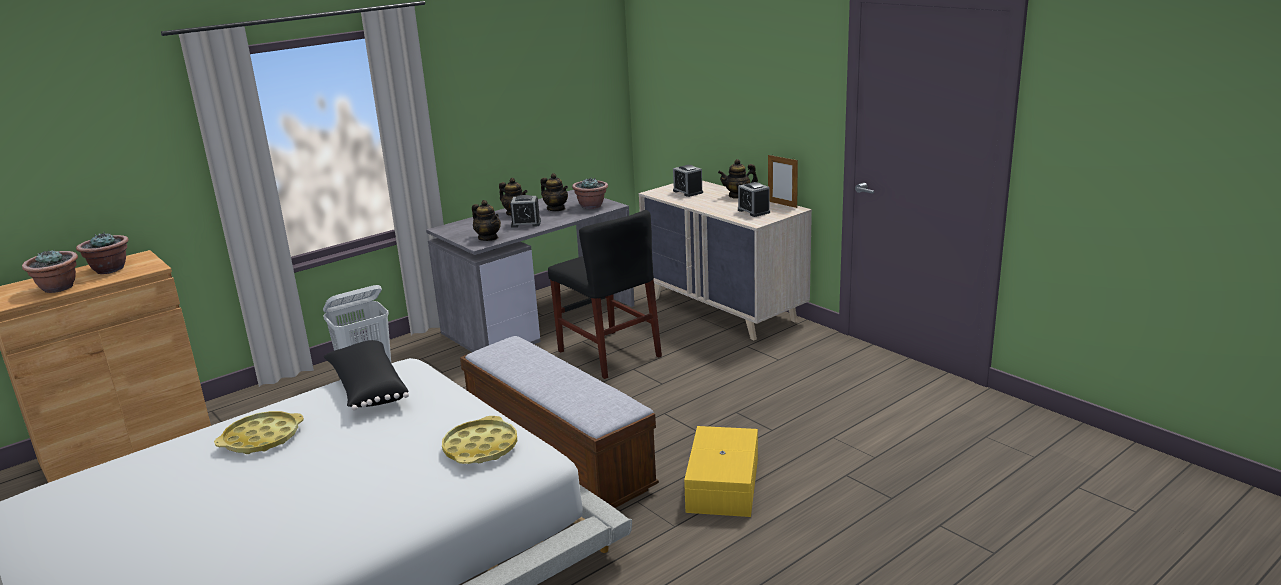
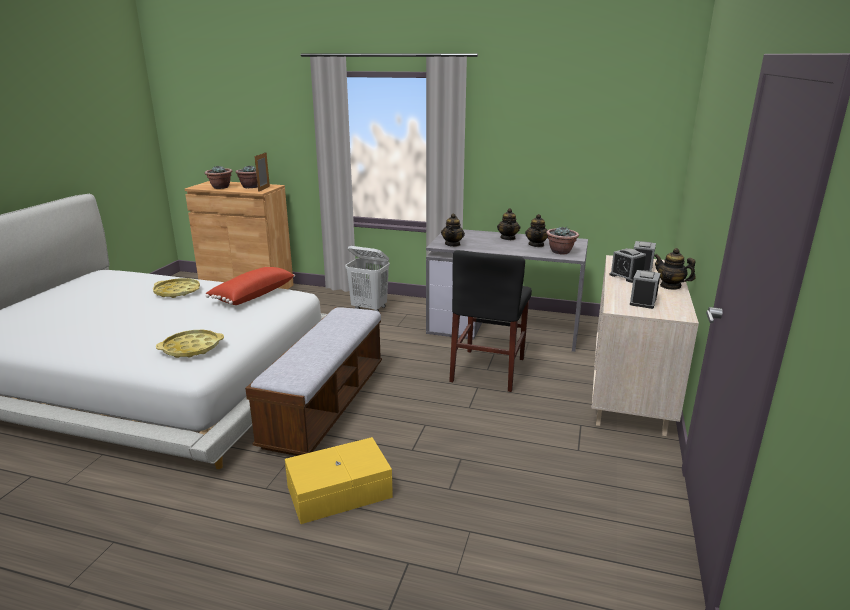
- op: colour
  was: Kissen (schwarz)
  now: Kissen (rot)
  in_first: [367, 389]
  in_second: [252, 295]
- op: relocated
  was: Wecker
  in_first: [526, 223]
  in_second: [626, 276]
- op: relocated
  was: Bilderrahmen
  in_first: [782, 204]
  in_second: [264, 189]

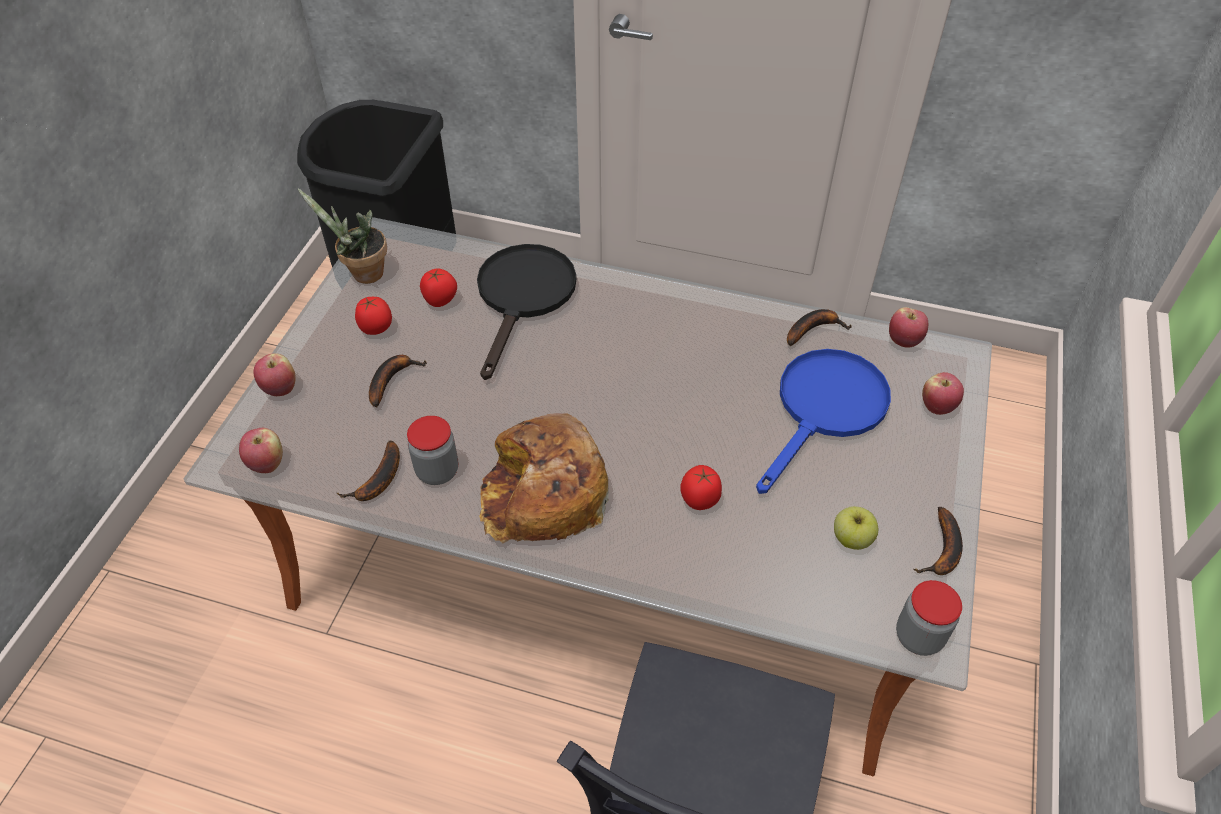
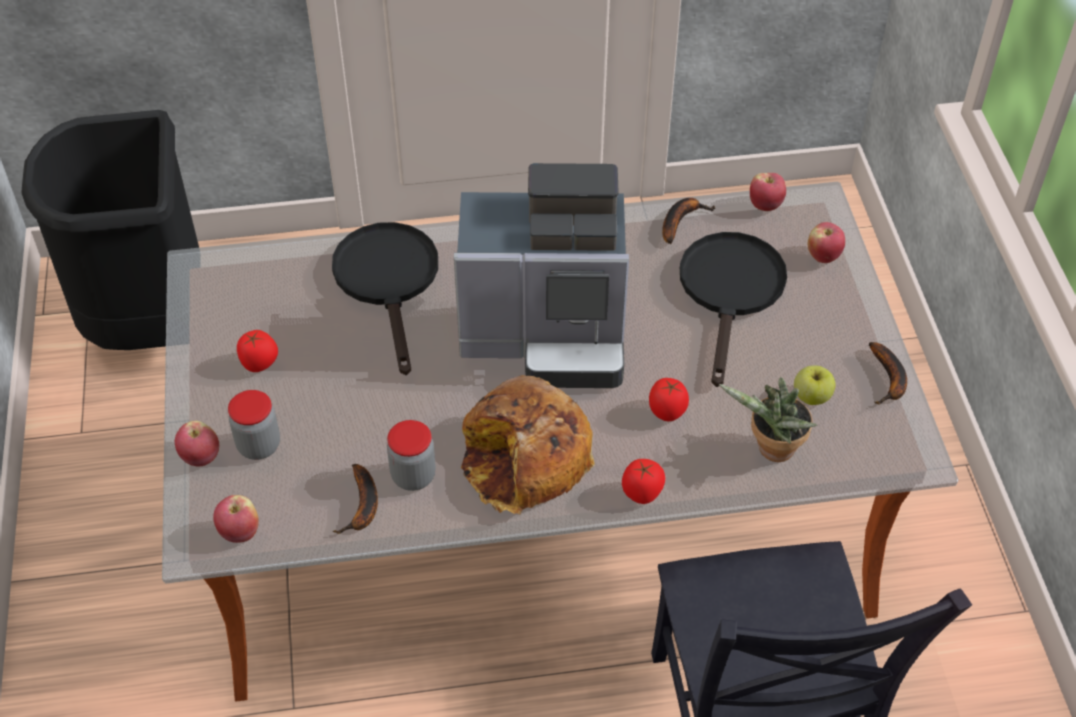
- op: relocated
  was: Topfpflanze
  in_first: [363, 274]
  in_second: [771, 450]
- op: missing
  was: Banane
  in_first: [391, 379]
- op: relocated
  was: Tomate
  in_first: [440, 300]
  in_second: [642, 493]
- op: colour
  was: Pfanne (blau)
  now: Pfanne (schwarz)
  in_first: [825, 410]
  in_second: [731, 292]
- op: relocated
  was: Vorratsglas
  in_first: [919, 636]
  in_second: [259, 445]
- op: appeared
  now: Kaffeemaschine
  in_second: [549, 336]

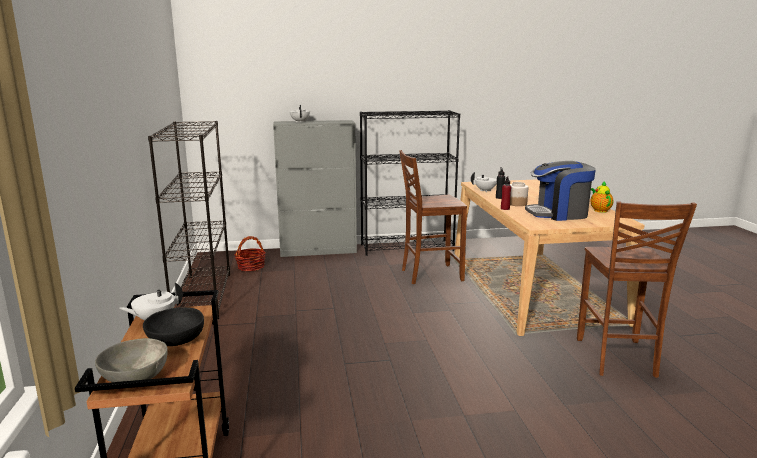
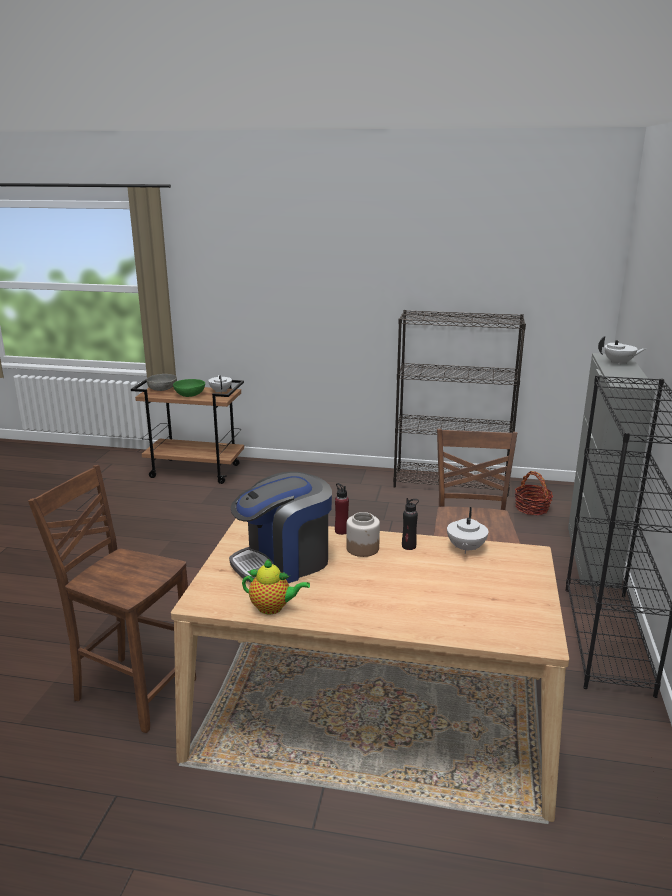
- op: colour
  was: Schüssel (schwarz)
  now: Schüssel (grün)
  in_first: [175, 340]
  in_second: [189, 394]
- op: spun
  was: Kaffeemaschine
  in_first: [558, 214]
  in_second: [283, 562]
  clockwise: -135

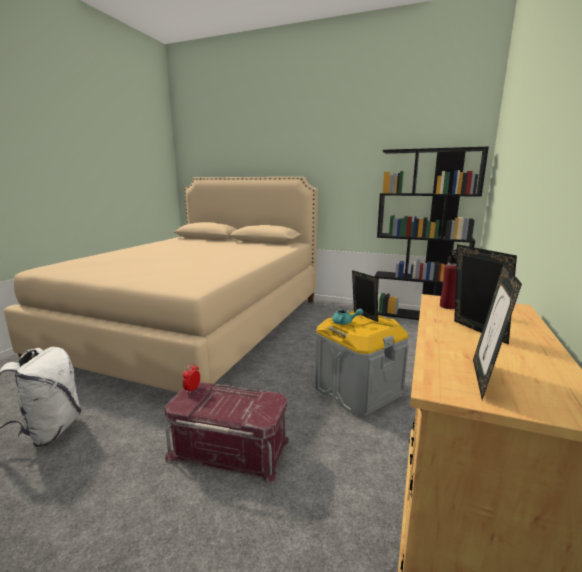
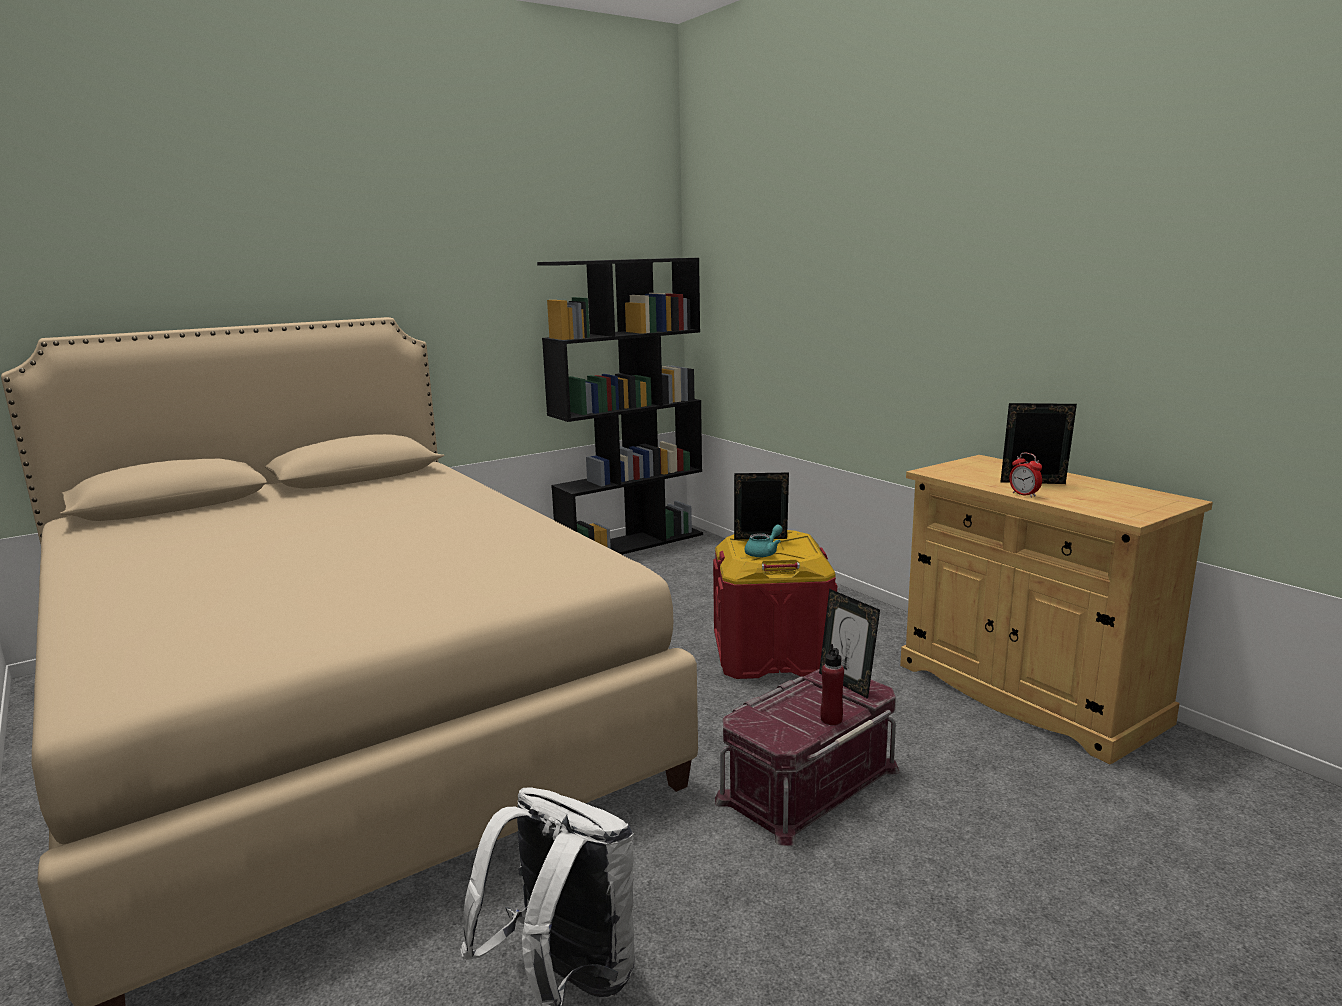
- op: relocated
  was: Wecker
  in_first: [192, 389]
  in_second: [1024, 494]
- op: colour
  was: Aufbewahrungsbox (grau)
  now: Aufbewahrungsbox (rot)
  in_first: [357, 390]
  in_second: [771, 654]
- op: relocated
  was: Flasche (rot)
  in_first: [447, 306]
  in_second: [831, 719]
- op: relocated
  was: Bilderrahmen
  in_first: [484, 379]
  in_second: [846, 684]

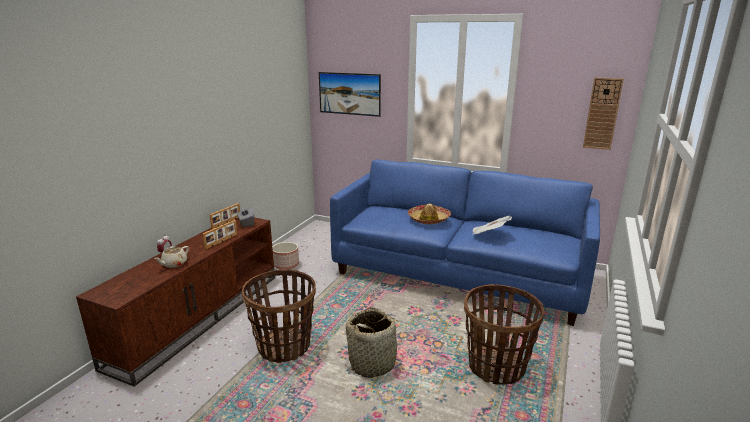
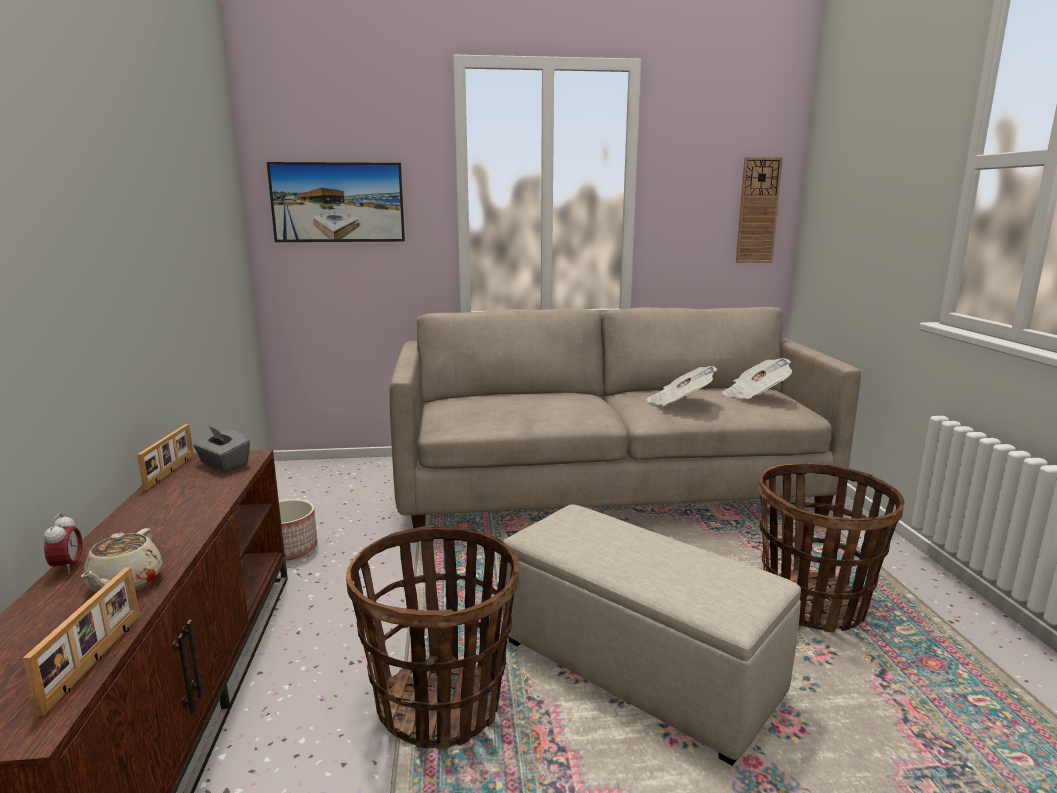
- op: relocated
  was: Bilderrahmen
  in_first: [222, 241]
  in_second: [96, 660]
- op: colour
  was: Sofa (blau)
  now: Sofa (beige)
  in_first: [458, 275]
  in_second: [608, 491]
- op: exchanged
  was: Korb
  now: Polsterhocker (beige)
  in_first: [373, 363]
  in_second: [638, 670]
- op: missing
  was: Hut
  in_first: [428, 219]
- op: appeared
  now: Zeitung
  in_second: [755, 395]

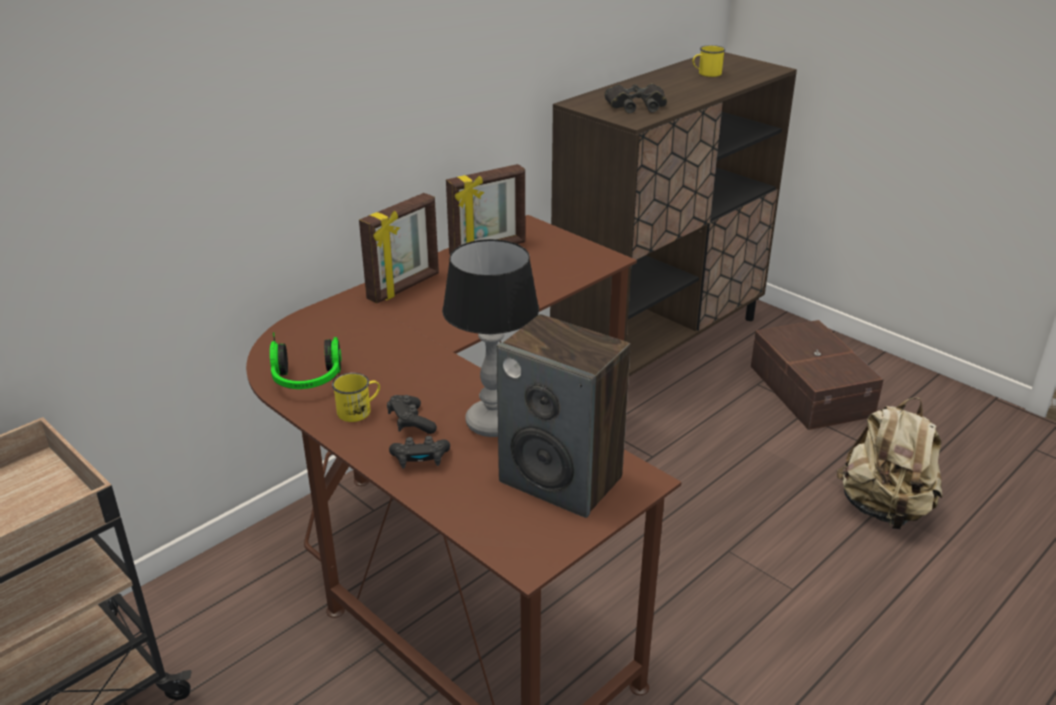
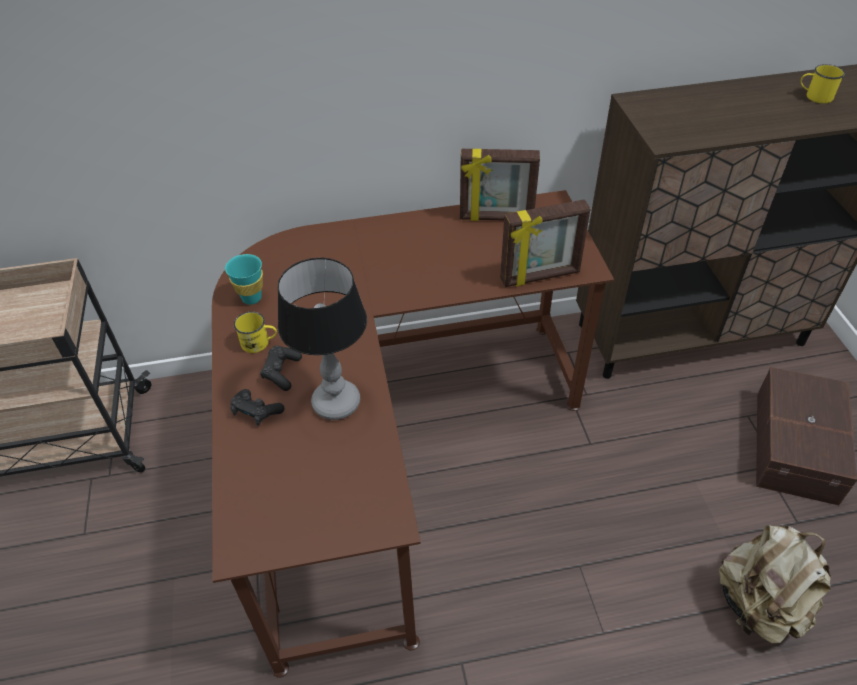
- op: exchanged
  was: Kopfhörer
  now: Tasse (türkis)
  in_first: [307, 381]
  in_second: [251, 298]
- op: relocated
  was: Bilderrahmen
  in_first: [404, 287]
  in_second: [540, 277]
- op: missing
  was: Lautsprecher
  in_first: [562, 480]
- op: missing
  was: Fernglas (schwarz)
  in_first: [636, 106]

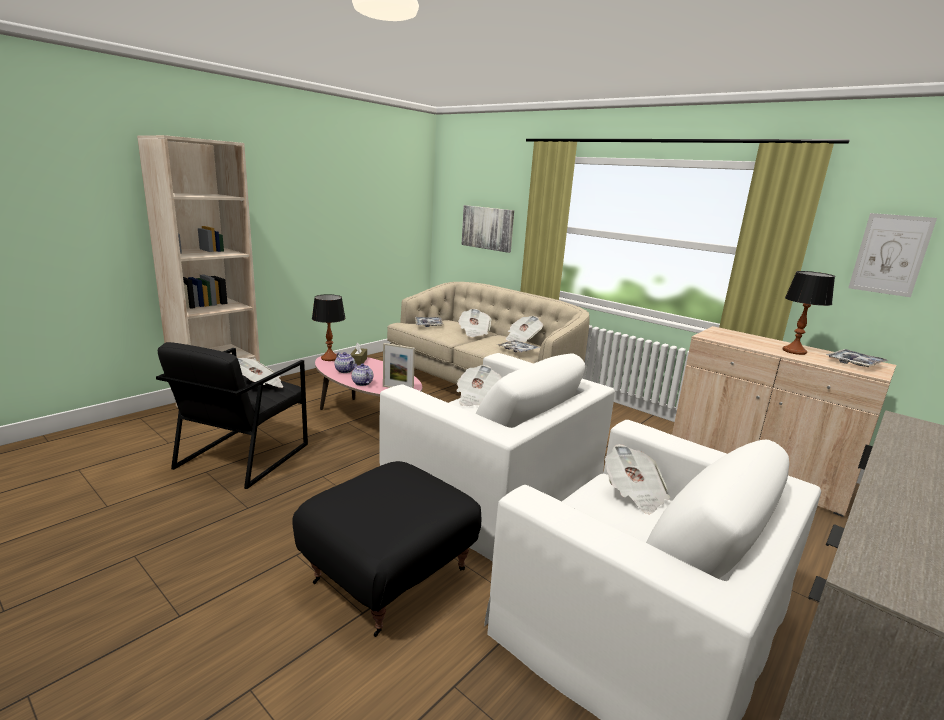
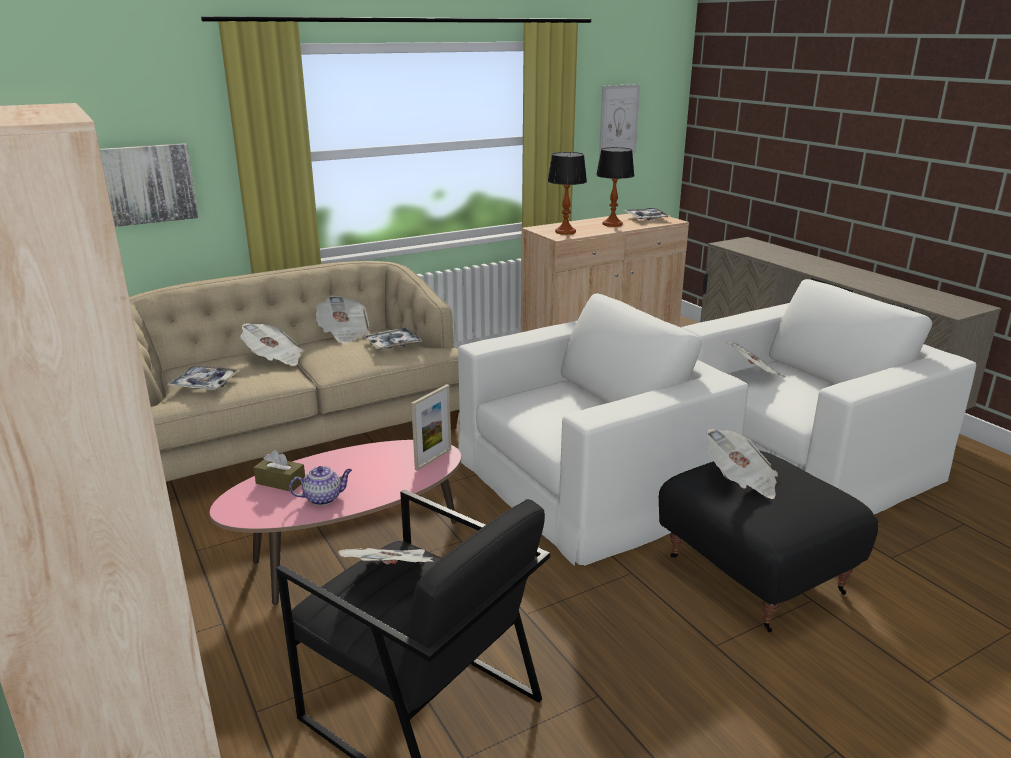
- op: relocated
  was: Tischlampe
  in_first: [330, 358]
  in_second: [565, 232]
- op: missing
  was: Teekanne
  in_first: [362, 383]
- op: relocated
  was: Zeitung
  in_first: [476, 398]
  in_second: [741, 481]

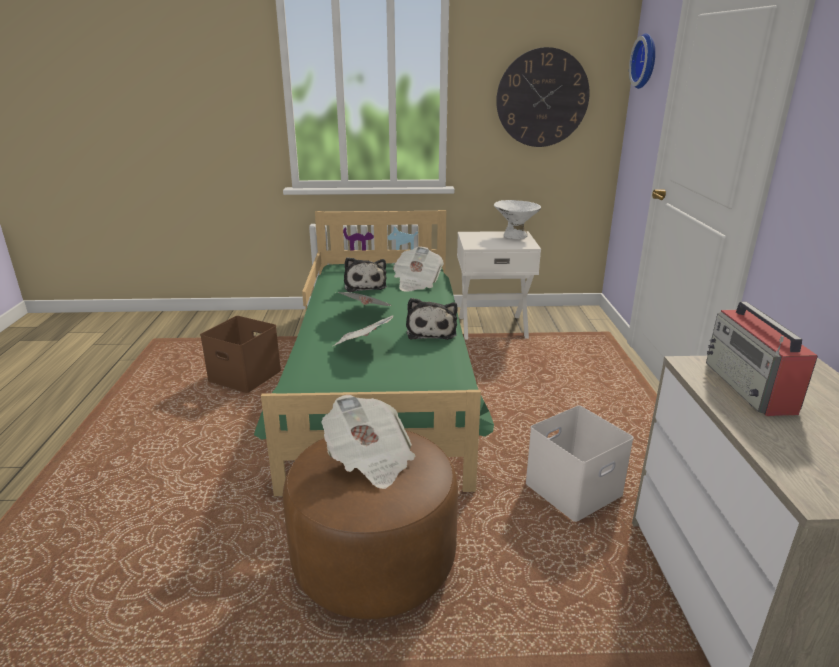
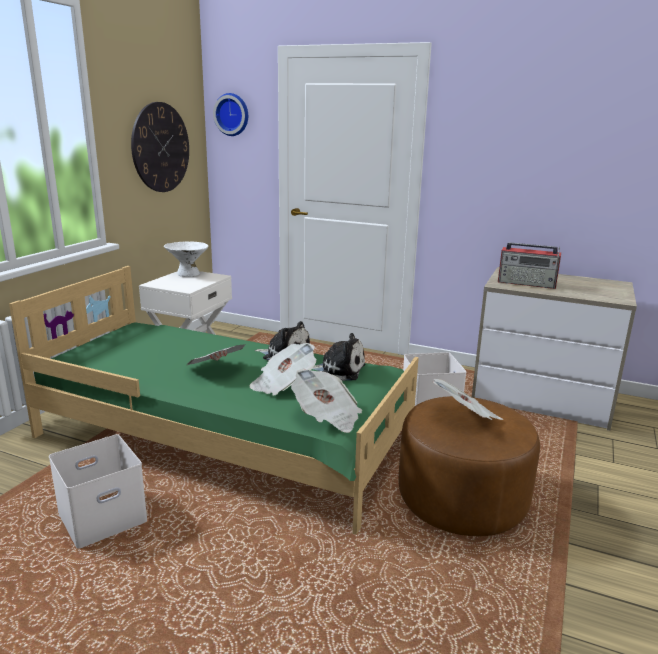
- op: colour
  was: Aufbewahrungsbox (braun)
  now: Aufbewahrungsbox (weiß)
  in_first: [247, 376]
  in_second: [103, 516]
- op: relocated
  was: Plüschtier
  in_first: [365, 285]
  in_second: [339, 370]
- op: relocated
  was: Zeitung
  in_first: [416, 283]
  in_second: [327, 417]

